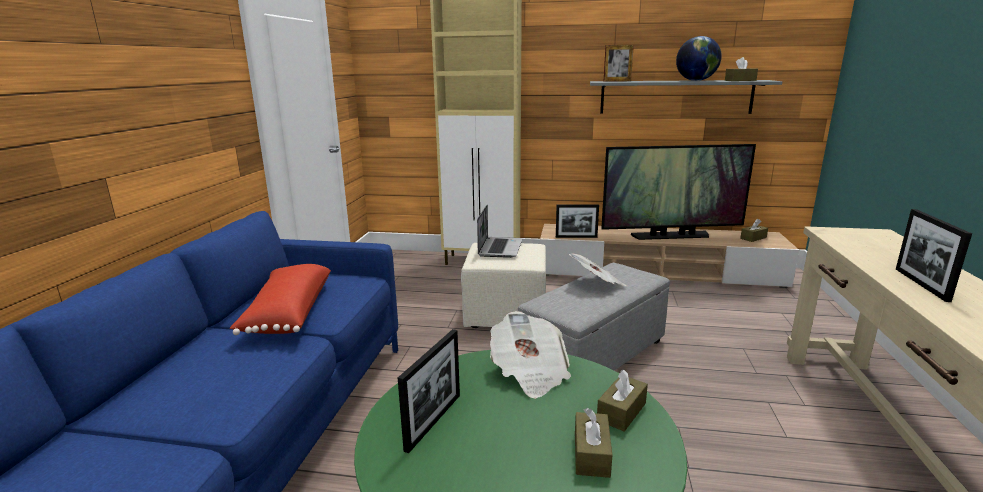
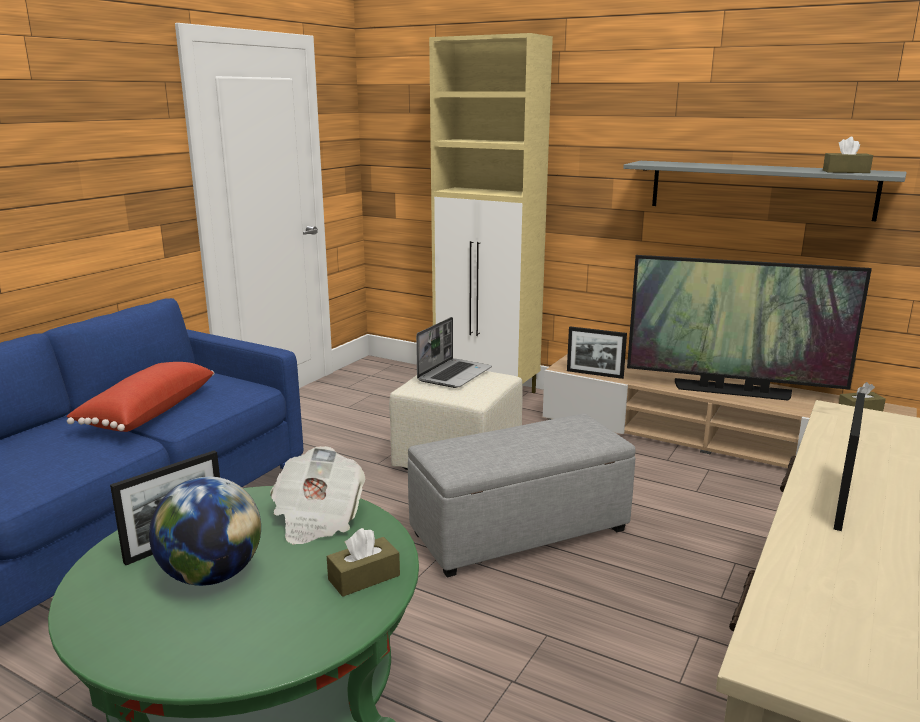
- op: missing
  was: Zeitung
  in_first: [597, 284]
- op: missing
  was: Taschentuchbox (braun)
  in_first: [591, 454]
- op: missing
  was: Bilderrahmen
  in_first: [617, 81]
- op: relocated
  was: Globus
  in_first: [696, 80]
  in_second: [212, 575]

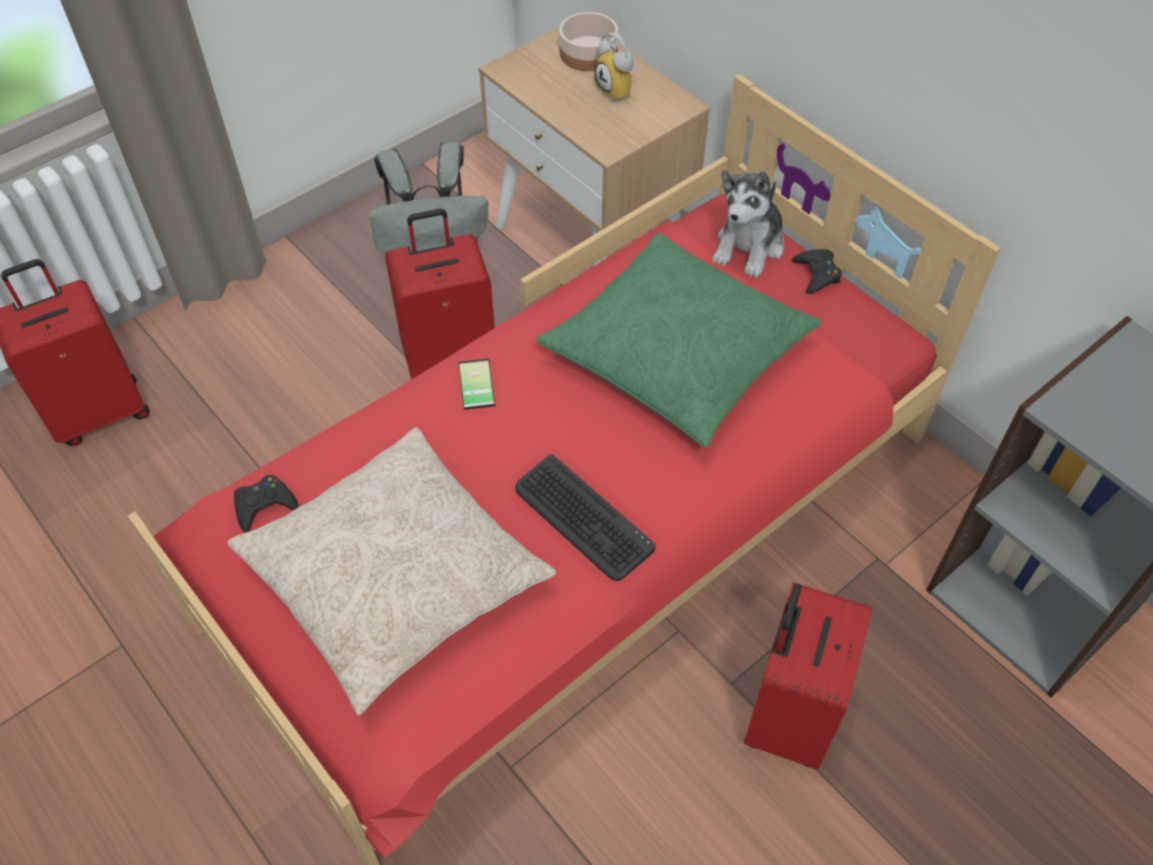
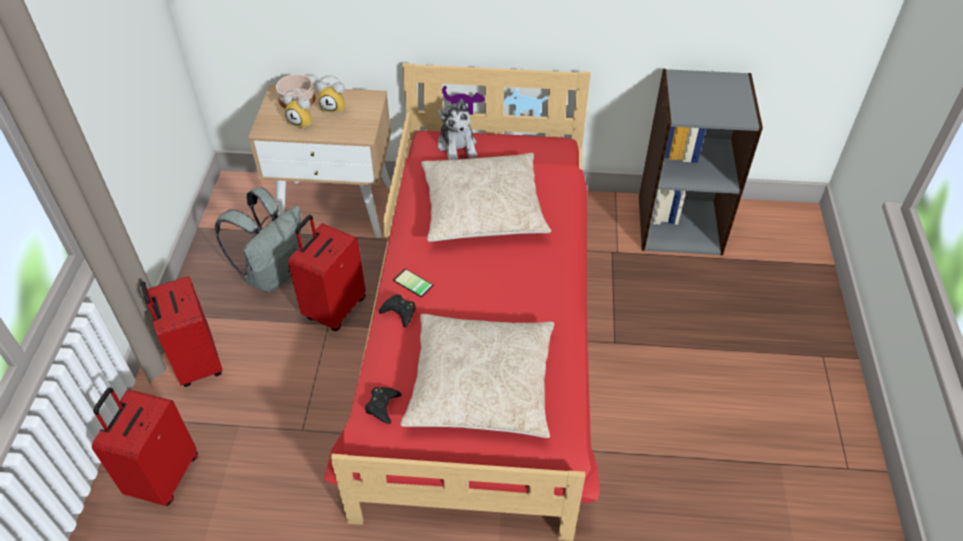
- op: missing
  was: Tastatur
  in_first: [582, 518]
- op: colour
  was: Kissen (grün)
  now: Kissen (beige)
  in_first: [677, 353]
  in_second: [483, 209]
- op: relocated
  was: Koffer (rot)
  in_first: [787, 715]
  in_second: [196, 363]
- op: relocated
  was: Gamepad (schwarz)
  in_first: [817, 274]
  in_second: [399, 312]
- op: appeared
  now: Wecker
  in_second: [303, 122]

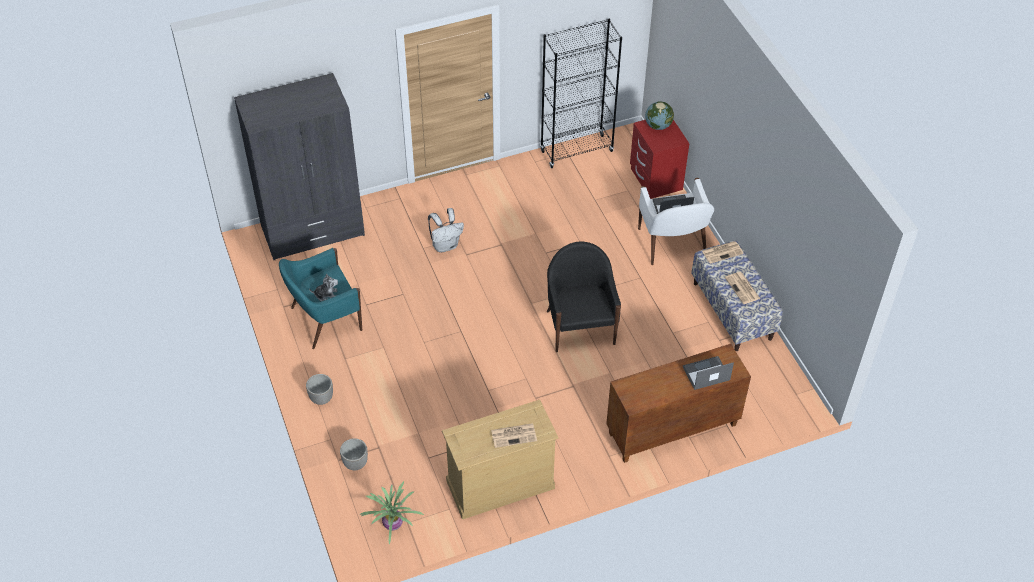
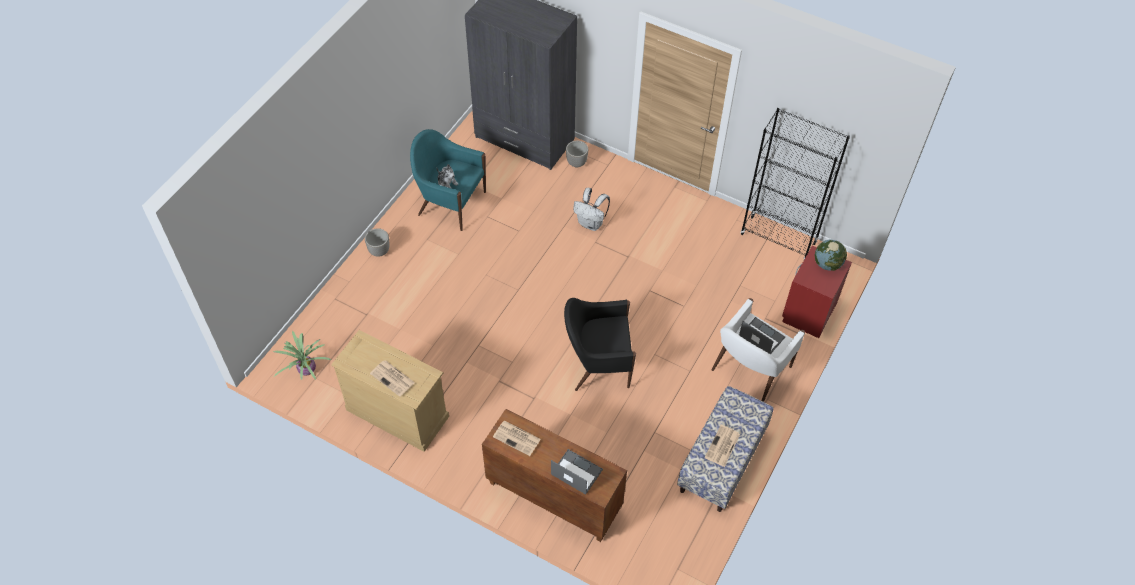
- op: relocated
  was: Pflanzkübel
  in_first: [355, 463]
  in_second: [577, 163]
- op: spun
  was: Sessel (schwarz)
  in_first: [580, 326]
  in_second: [598, 363]
  clockwise: -135
- op: relocated
  was: Zeitung
  in_first: [722, 252]
  in_second: [517, 438]

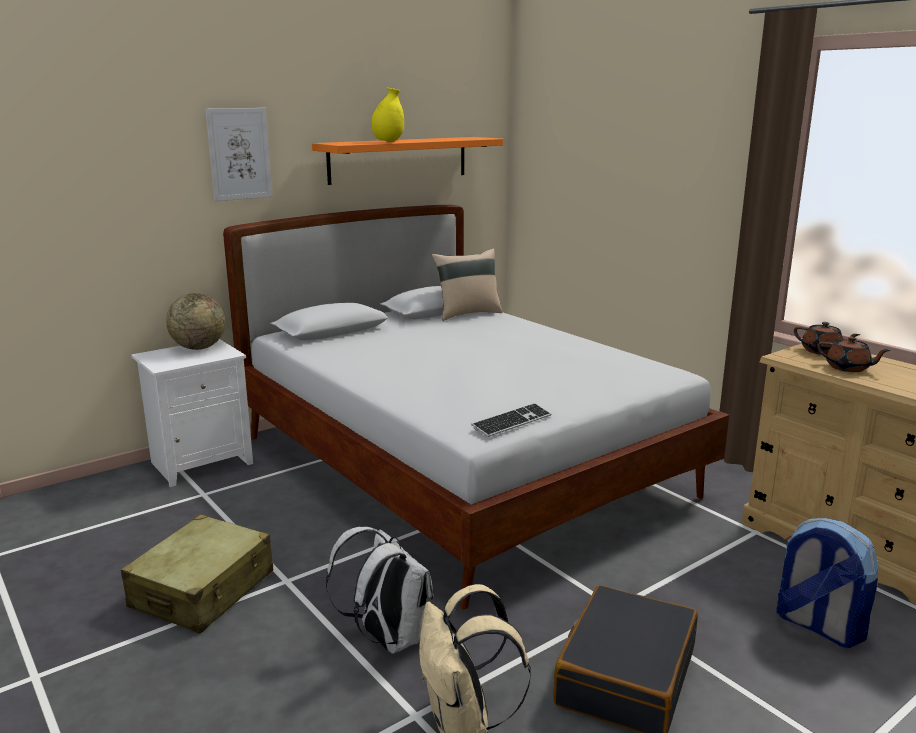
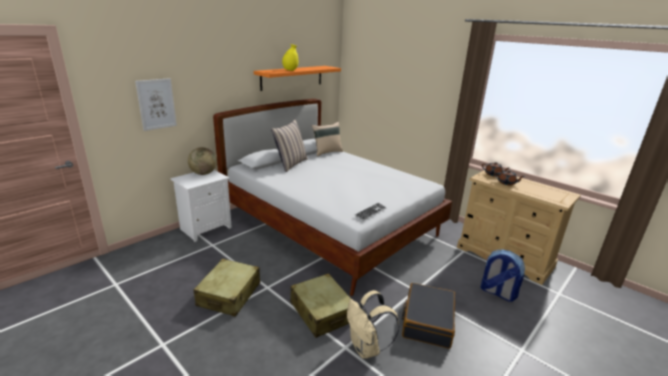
- op: relocated
  was: Bild
  in_first: [239, 154]
  in_second: [156, 104]
- op: exchanged
  was: Rucksack (weiß)
  now: Koffer (beige)
  in_first: [386, 638]
  in_second: [322, 312]
- op: appeared
  now: Kissen
  in_second: [290, 164]

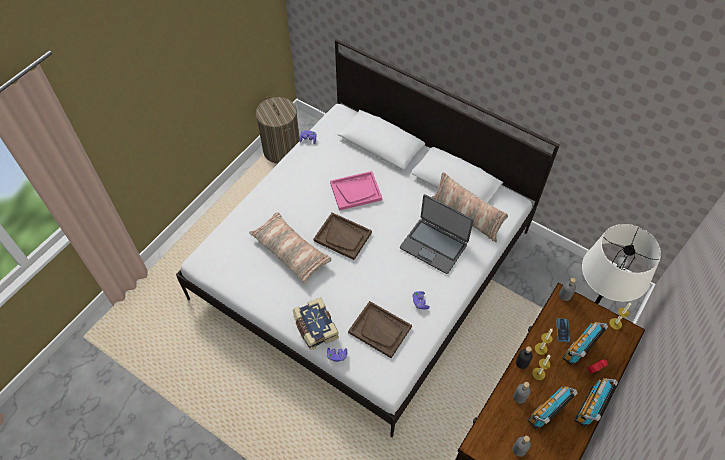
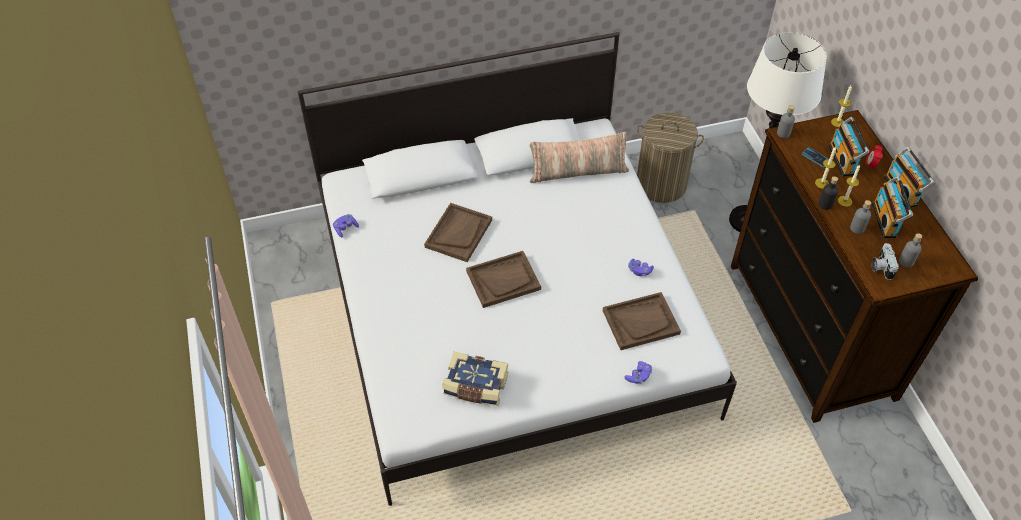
- op: missing
  was: Kissen
  in_first: [291, 251]
- op: relocated
  was: Wäschekorb
  in_first: [282, 150]
  in_second: [661, 184]
- op: relocated
  was: Buch
  in_first: [315, 327]
  in_second: [475, 386]
- op: colour
  was: Tablett (rosa)
  now: Tablett (braun)
  in_first: [356, 191]
  in_second: [458, 233]
- op: missing
  was: Laptop
  in_first: [434, 245]
- op: appeared
  now: Kamera
  in_second: [881, 266]

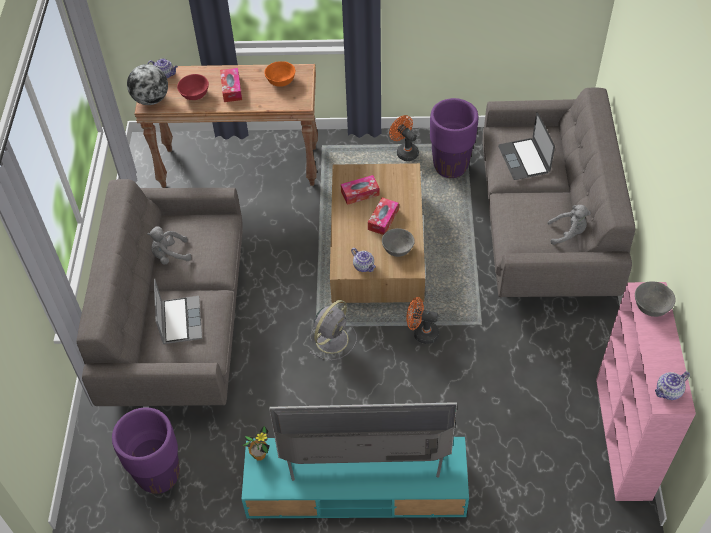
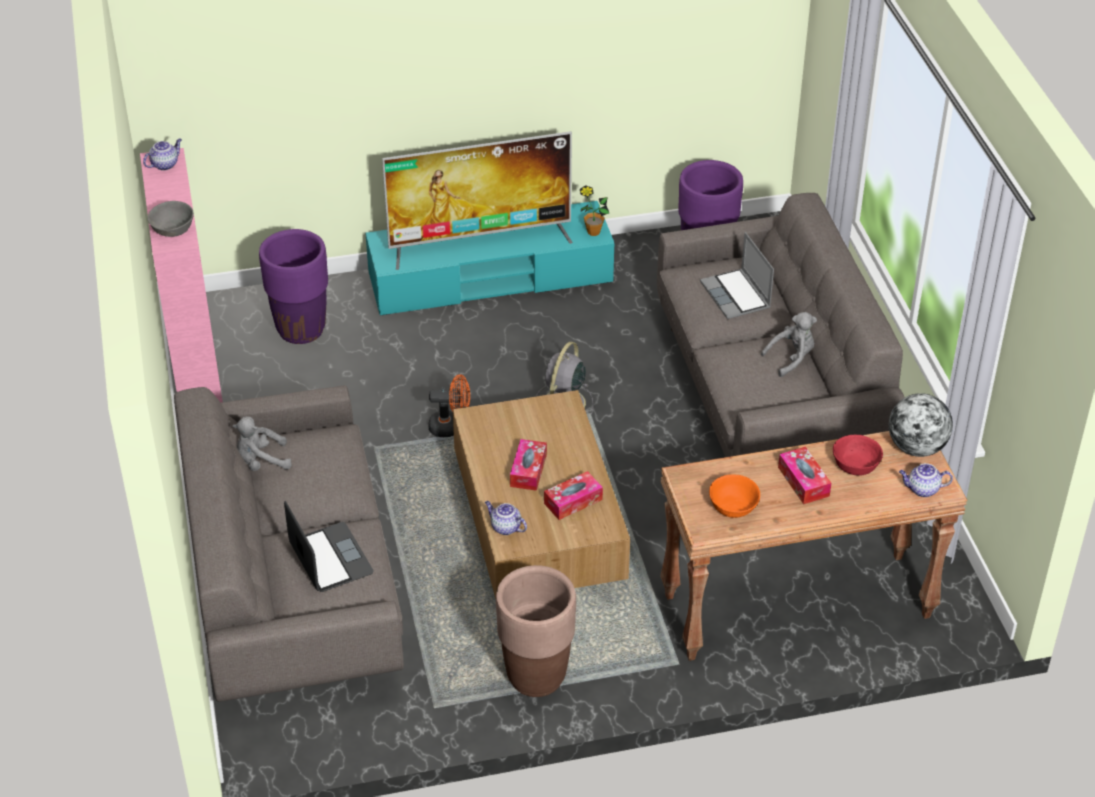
- op: relocated
  was: Teekanne
  in_first: [364, 266]
  in_second: [505, 527]
- op: missing
  was: Schüssel (grau)
  in_first: [397, 248]
- op: exchanged
  was: Ventilator (orange)
  now: Pflanzkübel (braun)
  in_first: [404, 151]
  in_second: [536, 676]
- op: relocated
  was: Pflanzkübel (lila)
  in_first: [450, 167]
  in_second: [301, 330]

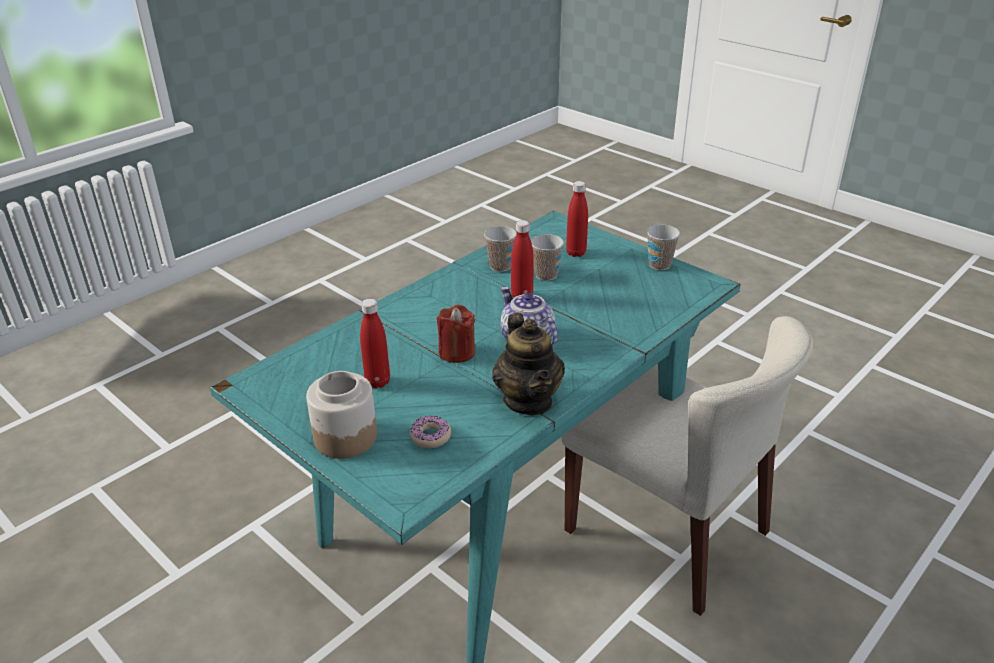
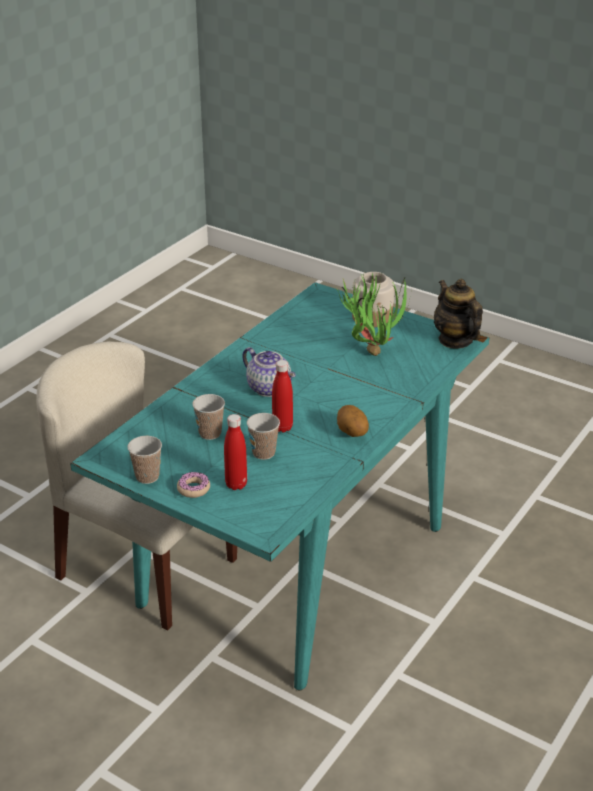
- op: exchanged
  was: Flasche (rot)
  now: Topfpflanze
  in_first: [377, 382]
  in_second: [371, 349]
- op: relocated
  was: Donut
  in_first: [430, 436]
  in_second: [193, 489]
- op: missing
  was: Kerze (rot)
  in_first: [456, 352]
- op: relocated
  was: Tasse
  in_first: [500, 266]
  in_second: [210, 433]
- op: relocated
  was: Teekanne
  in_first: [528, 400]
  in_second: [455, 340]
- op: appeared
  now: Kartoffel
  in_second: [351, 433]

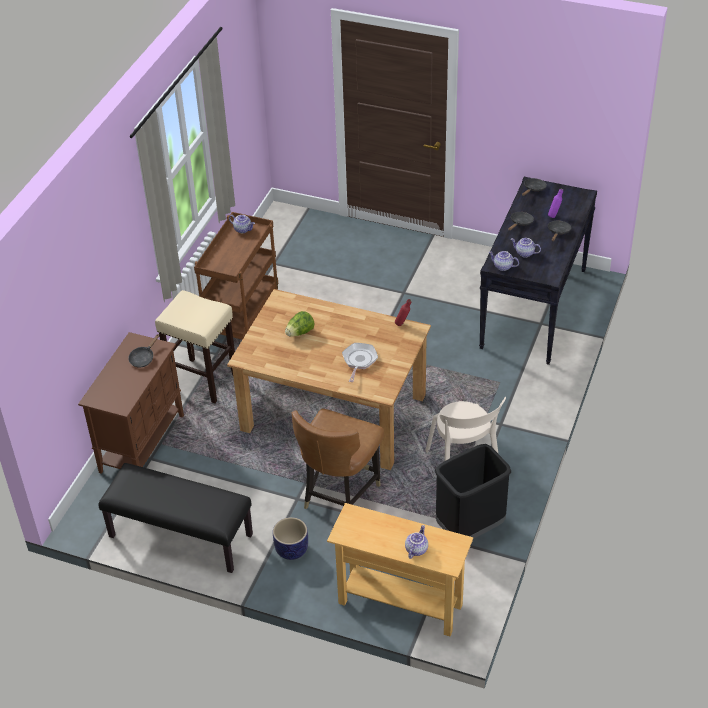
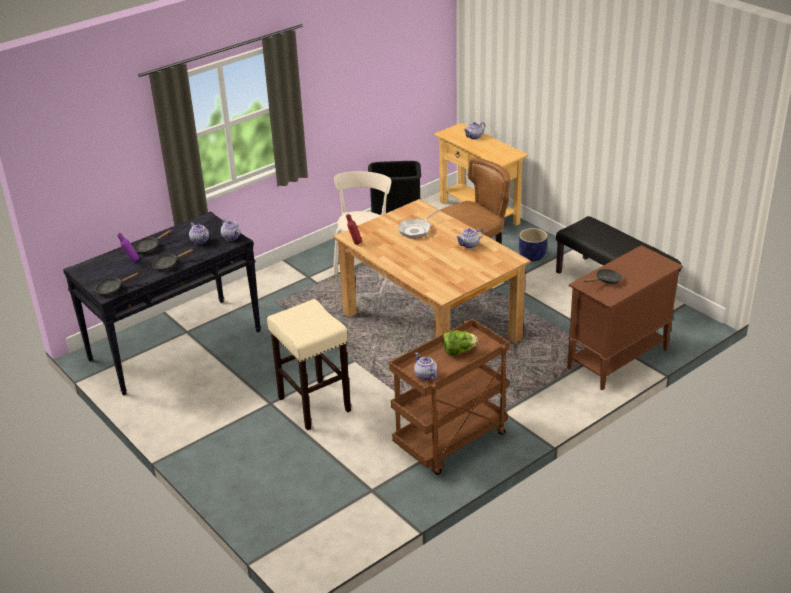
- op: relocated
  was: Hocker (beige)
  in_first: [204, 381]
  in_second: [313, 404]
- op: relocated
  was: Salatkopf
  in_first: [300, 332]
  in_second: [458, 351]
- op: appeared
  now: Teekanne
  in_second: [469, 245]

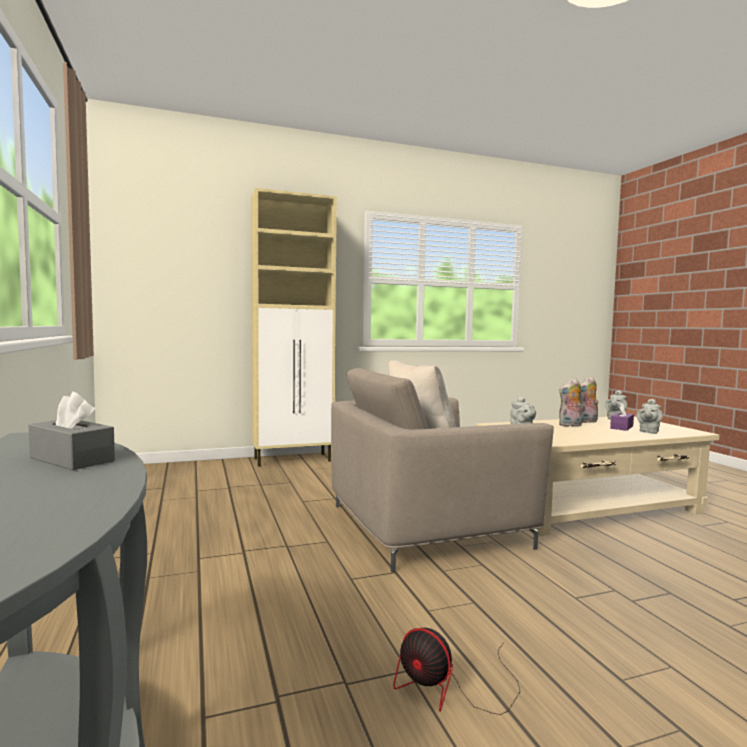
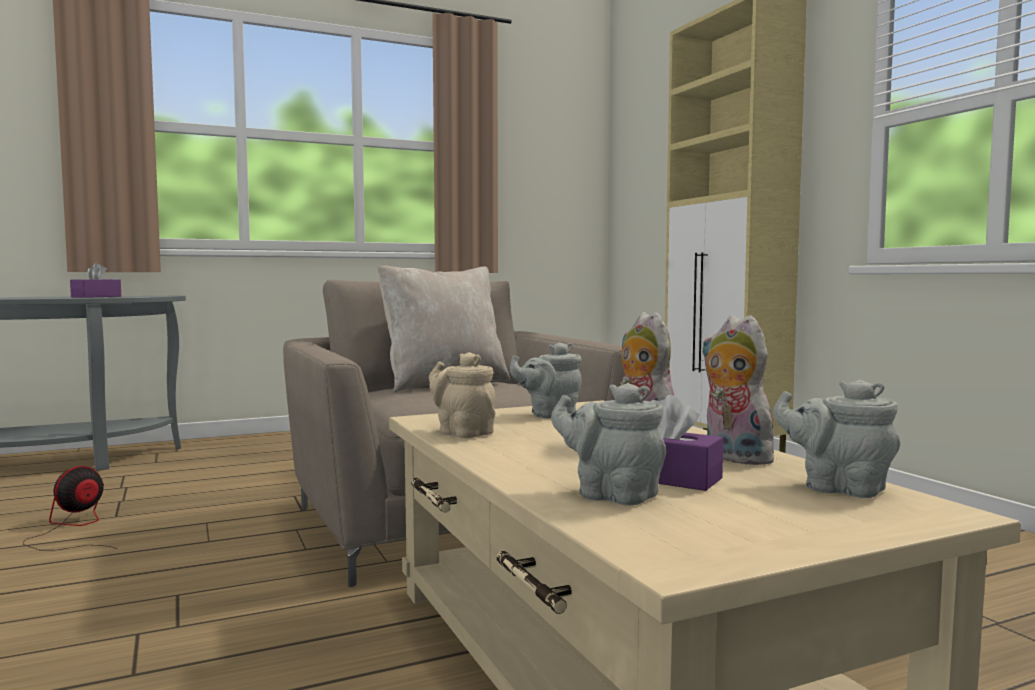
- op: colour
  was: Taschentuchbox (grau)
  now: Taschentuchbox (lila)
  in_first: [72, 459]
  in_second: [96, 297]
- op: appeared
  now: Teekanne (beige)
  in_second: [462, 432]

